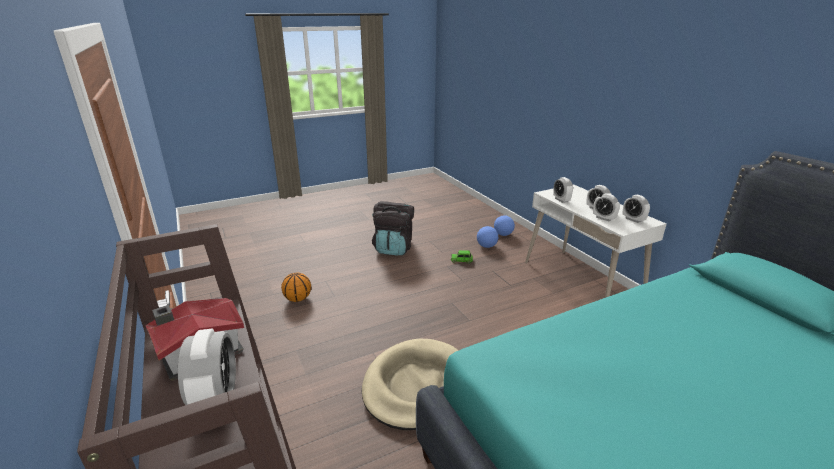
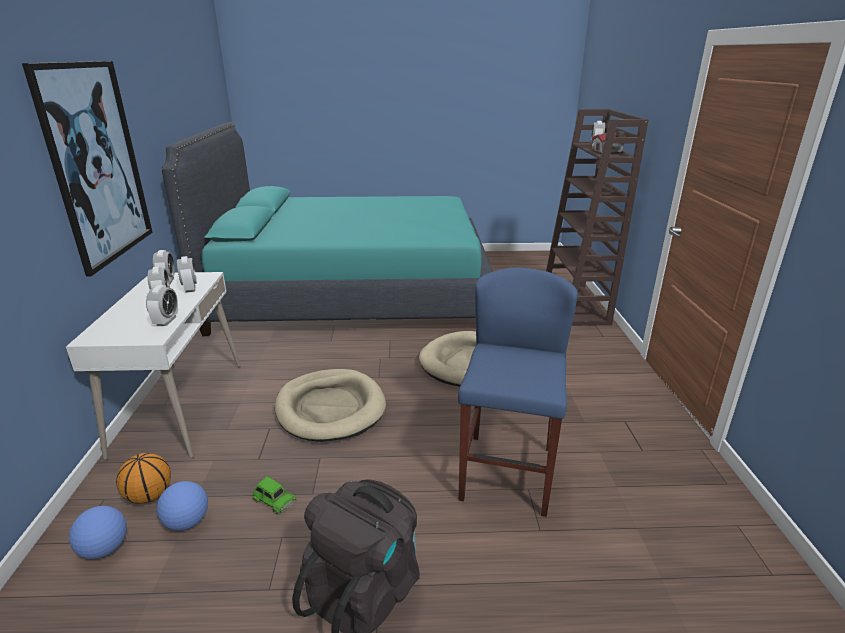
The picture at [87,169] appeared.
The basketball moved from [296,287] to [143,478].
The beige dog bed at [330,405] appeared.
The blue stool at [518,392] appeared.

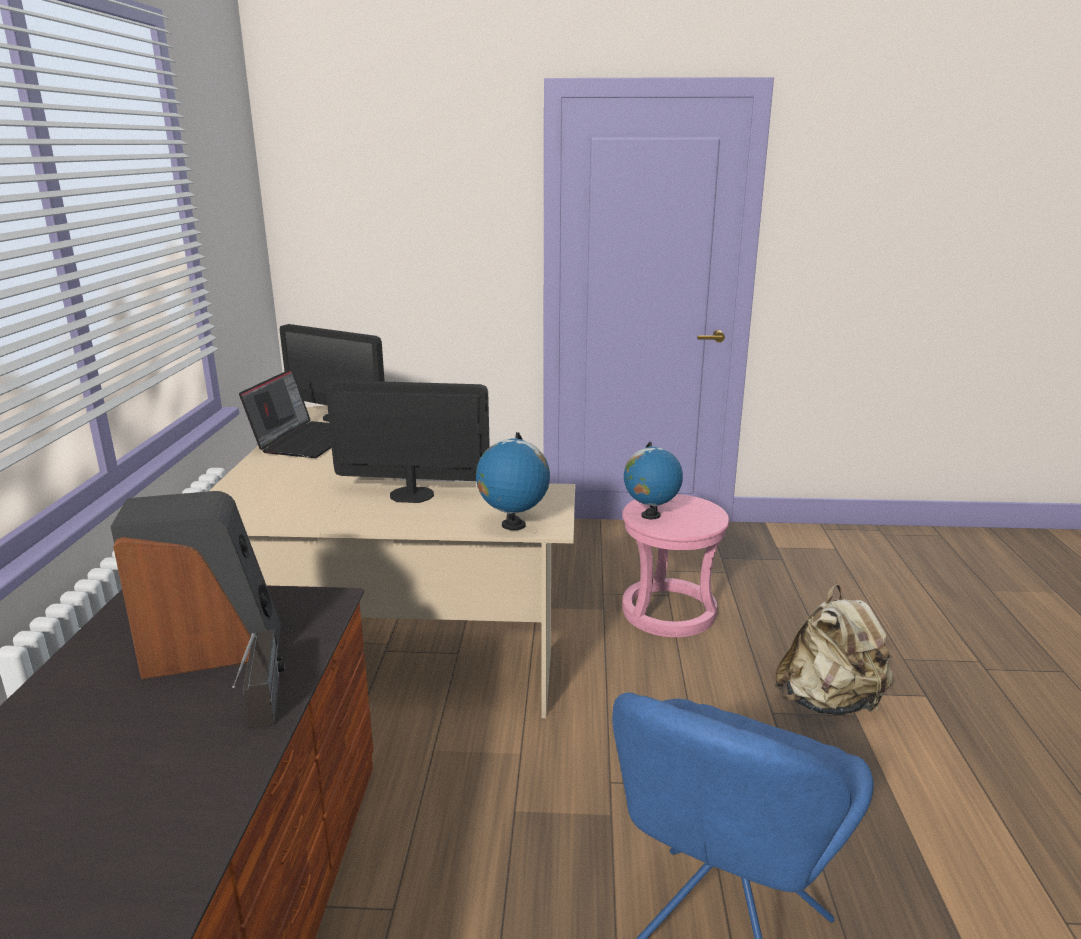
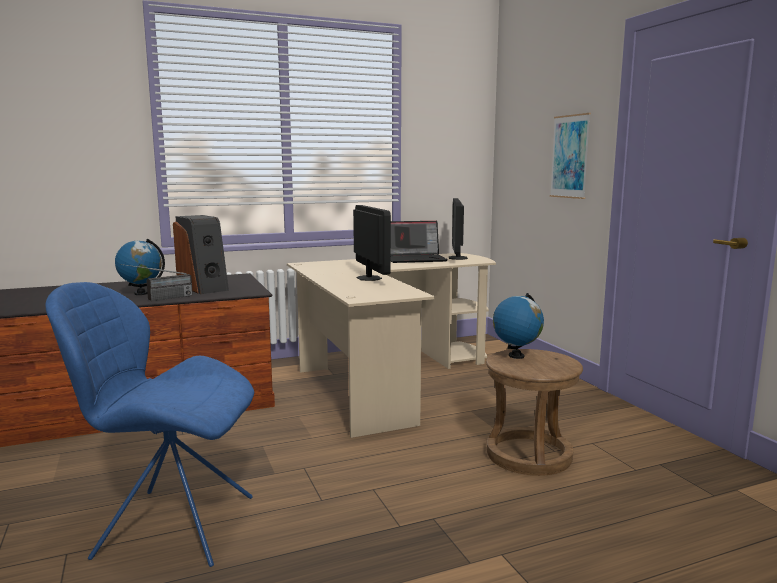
The globe moved from [513,481] to [140,267].
The pink stool at [675,565] became the brown stool at [534,412].
The picture at [570,156] appeared.
The beige backpack at [834,649] disappeared.

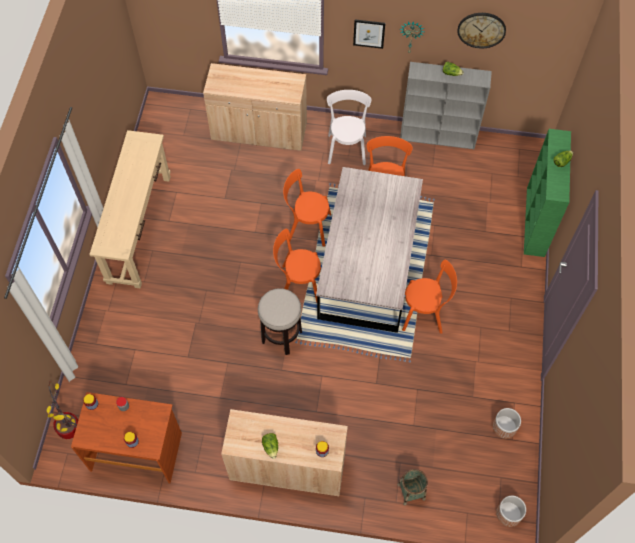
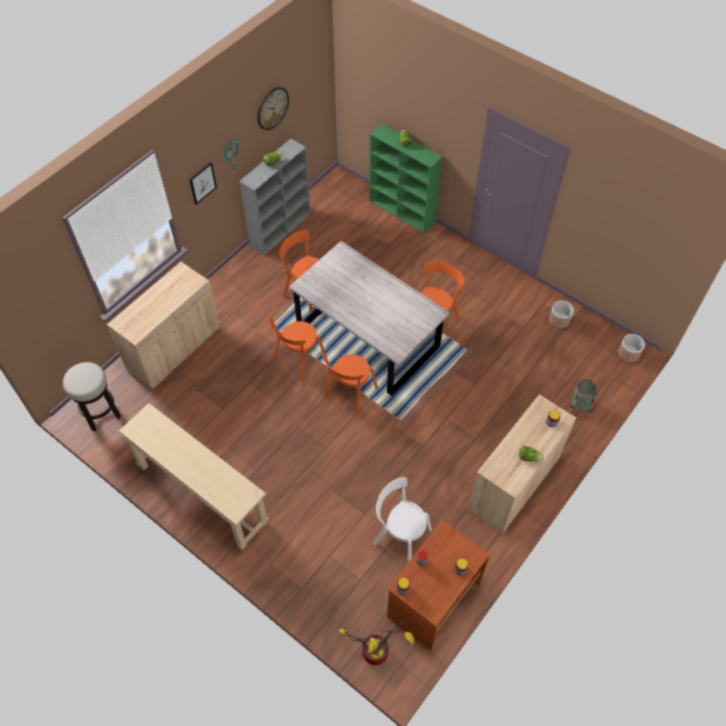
The stool moved from [280,321] to [92,396].
The white chair moved from [349,127] to [402,519].

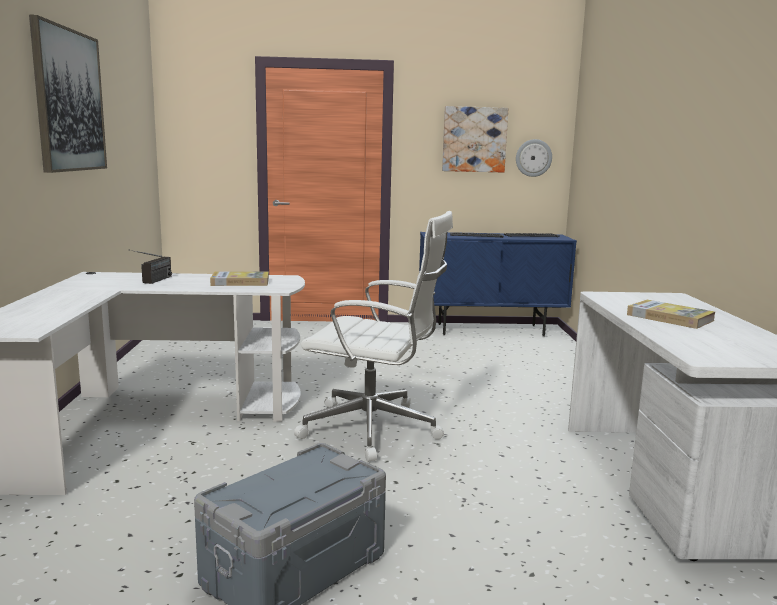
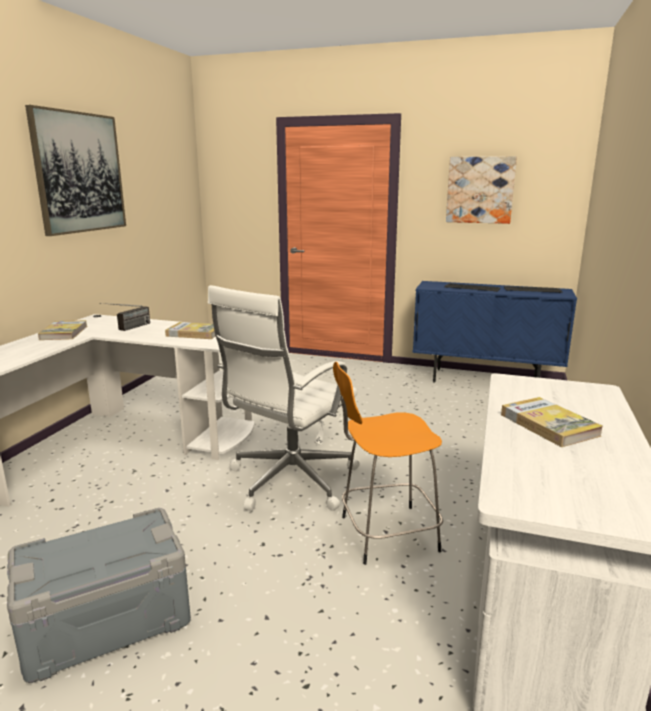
The book at [62,330] appeared.
The white office chair at [373,336] turned 90 degrees clockwise.
The orange stool at [388,463] appeared.
The wall clock at [534,158] disappeared.

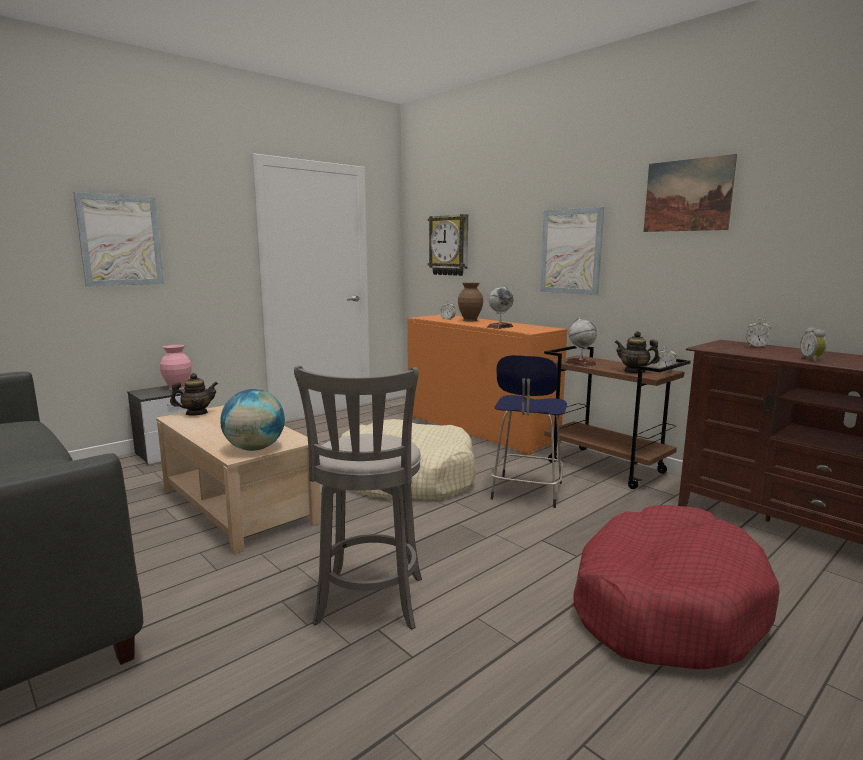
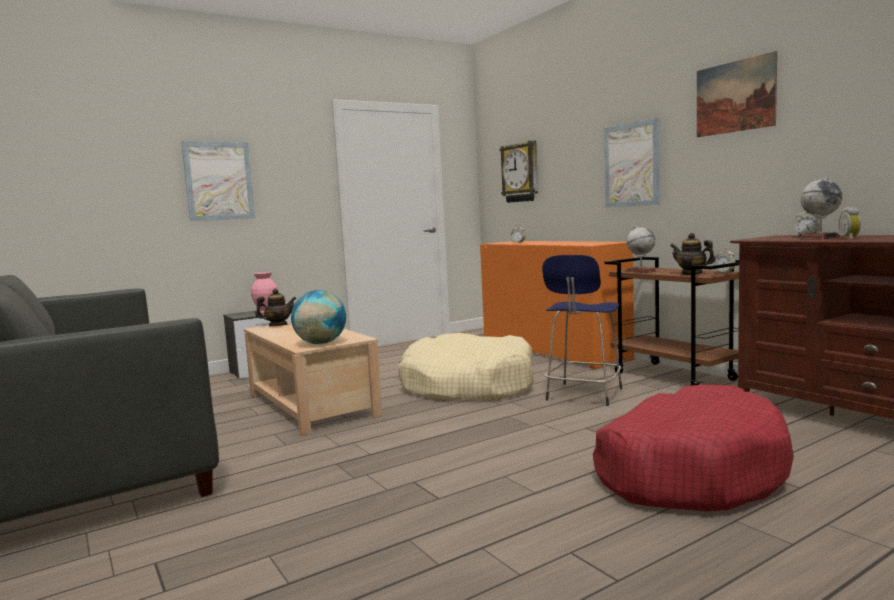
The globe moved from [500,307] to [821,208].
The grey stool at [358,497] disappeared.
The brown vase at [470,301] disappeared.

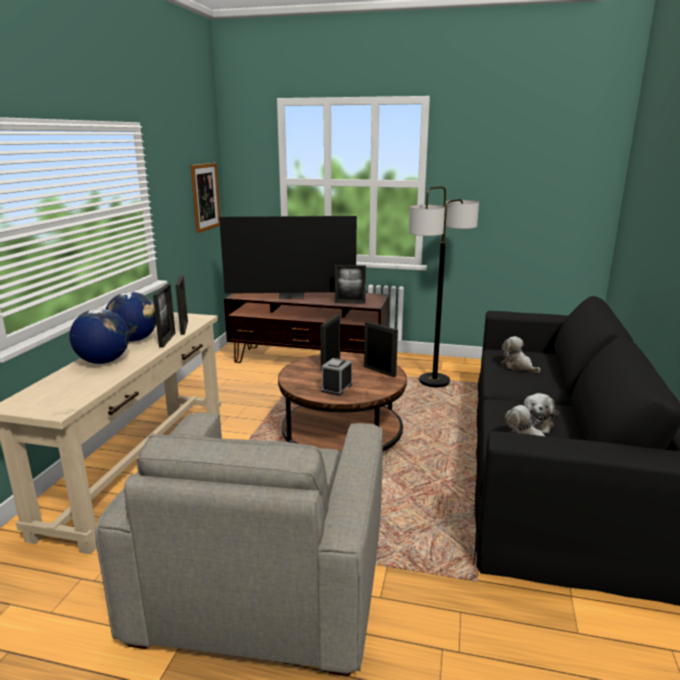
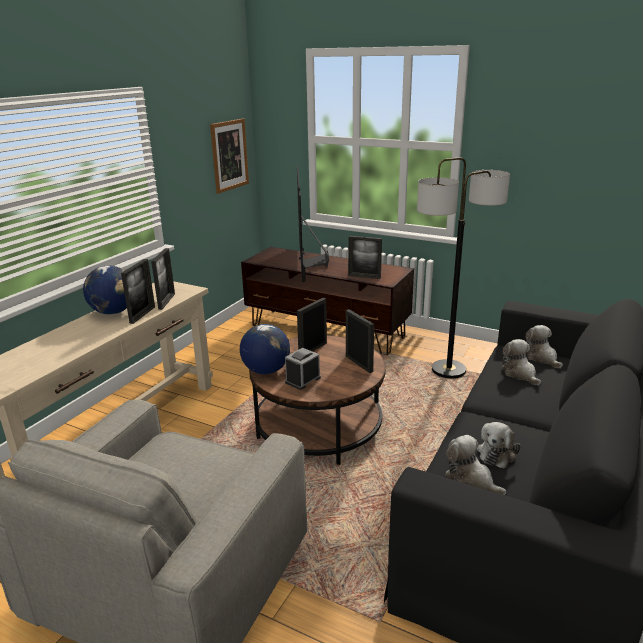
The globe moved from [99,336] to [265,349].
The television at [288,257] turned 75 degrees clockwise.
The plush toy at [544,347] appeared.

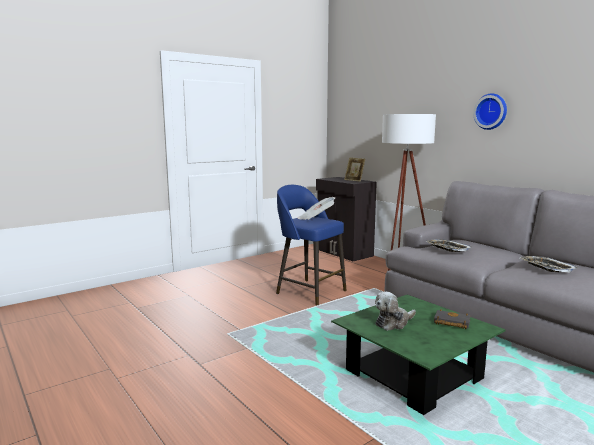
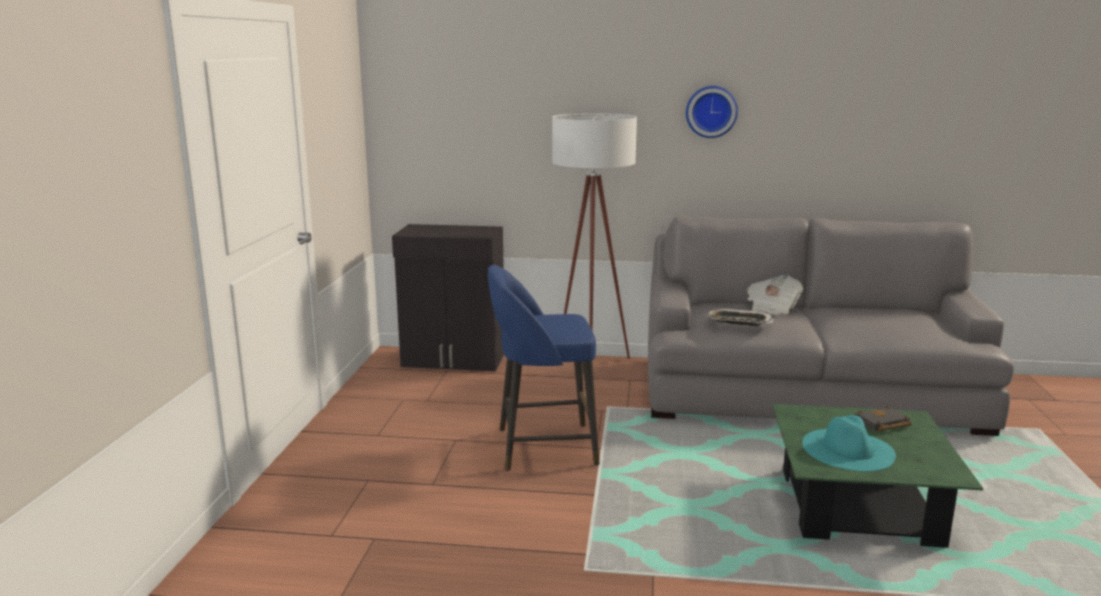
The newspaper moved from [316,208] to [775,295].
The plush toy at [395,311] was replaced by the turquoise hat at [849,443].
The picture frame at [354,169] disappeared.
The tray at [549,264] disappeared.

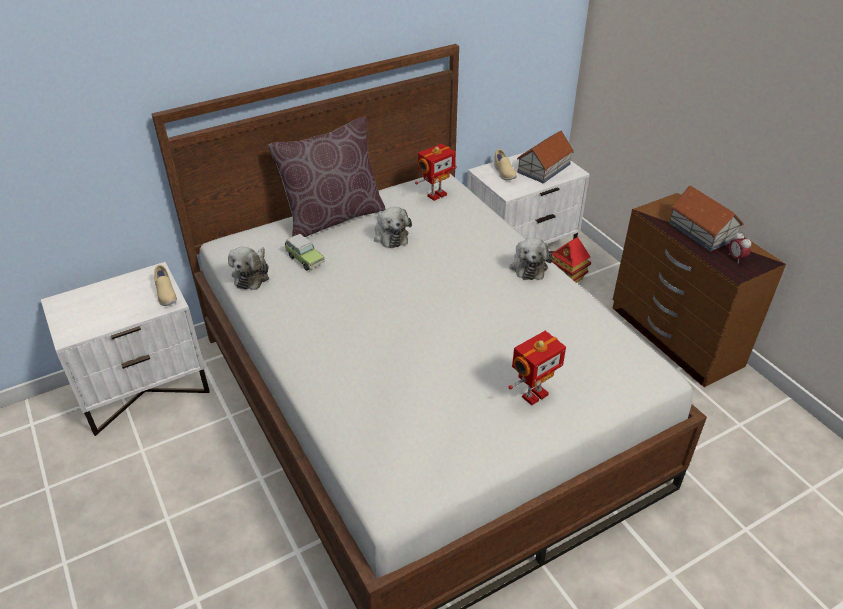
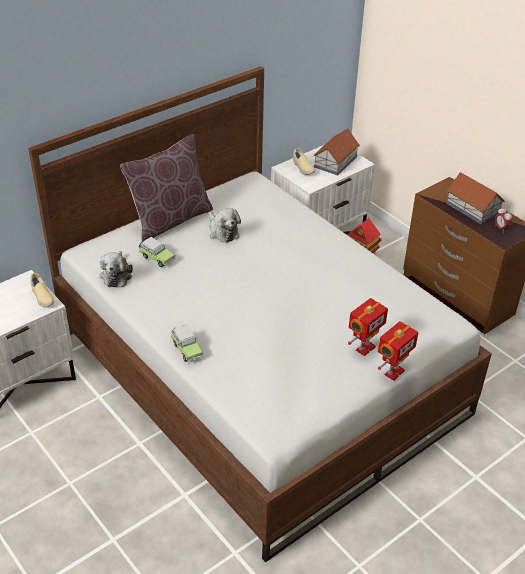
The toy car at [187,343] appeared.
The toy robot moved from [436,172] to [398,351].
The plush toy at [531,259] disappeared.

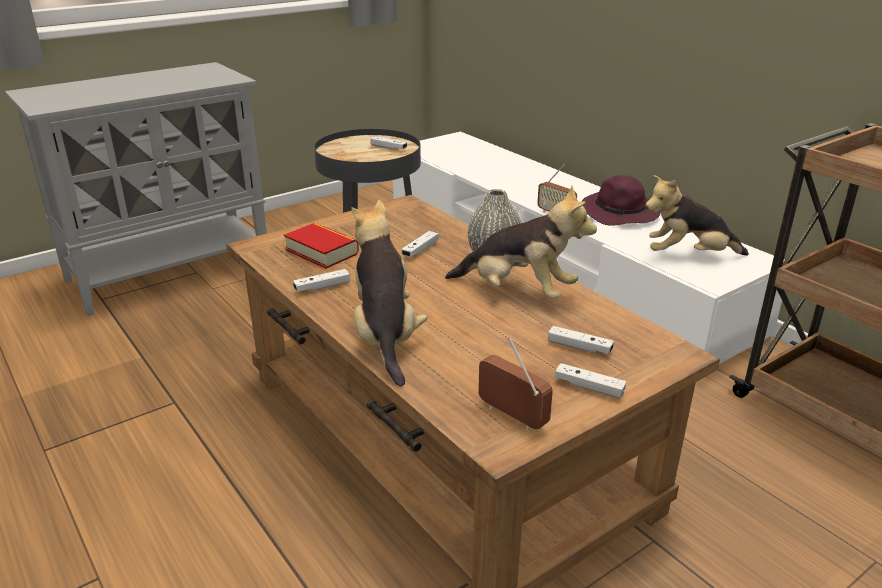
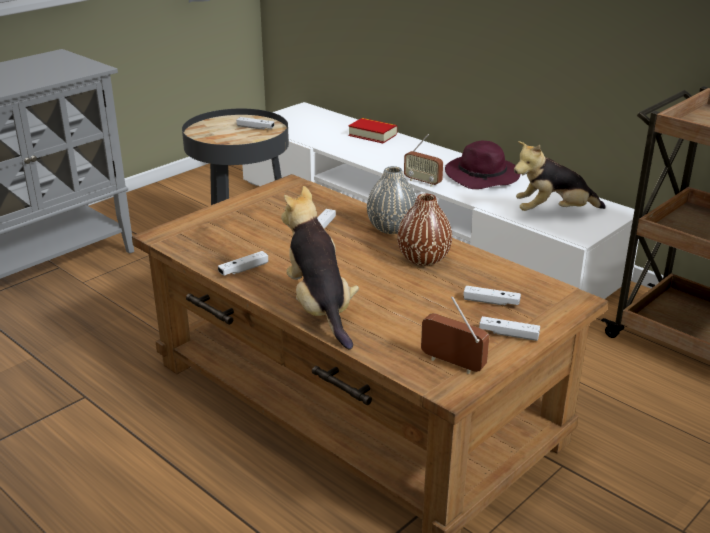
The book moved from [321,246] to [372,130].
The plush toy at [521,242] was replaced by the brown vase at [424,230].

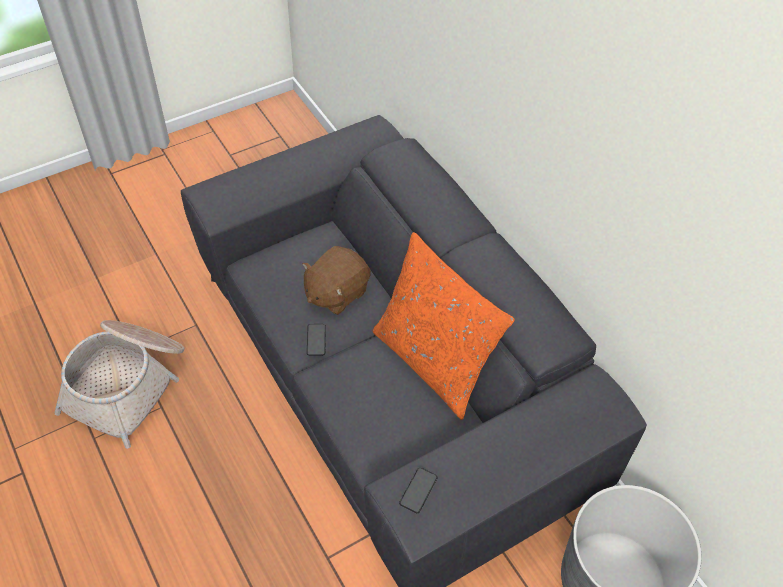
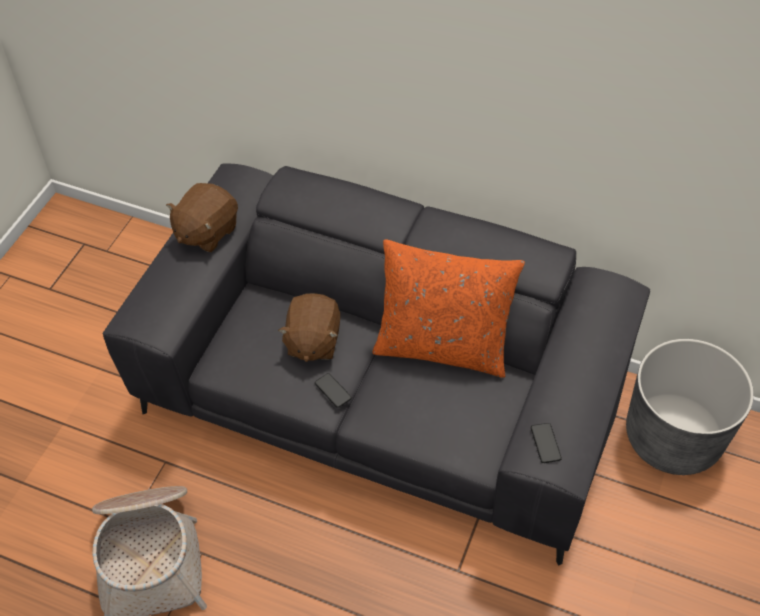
The brown plush toy at [202,217] appeared.

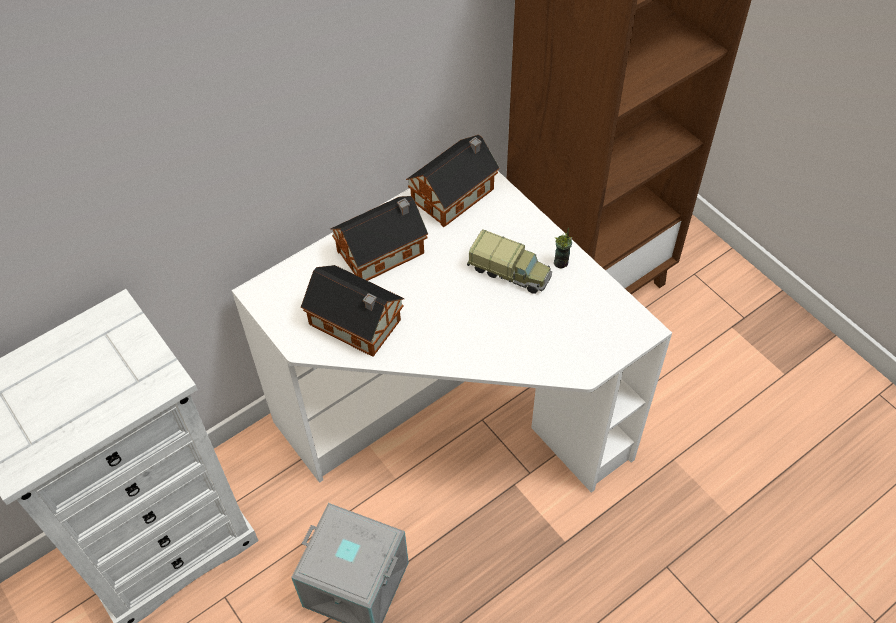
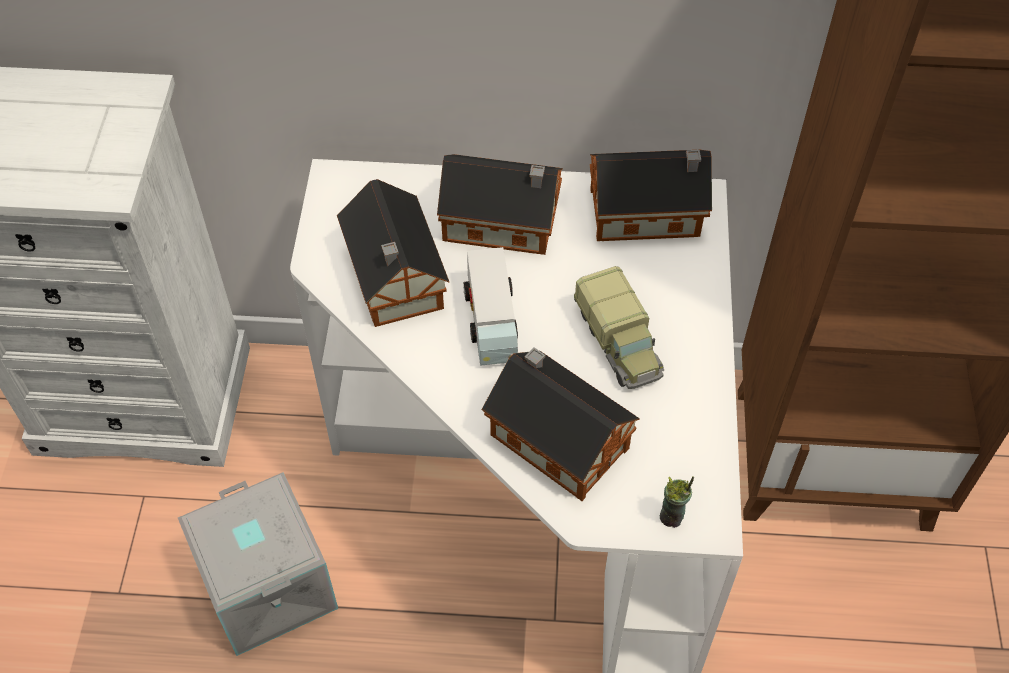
The toy truck at [491,306] appeared.
The toy house at [561,424] appeared.
The cup moved from [563,248] to [677,502].

